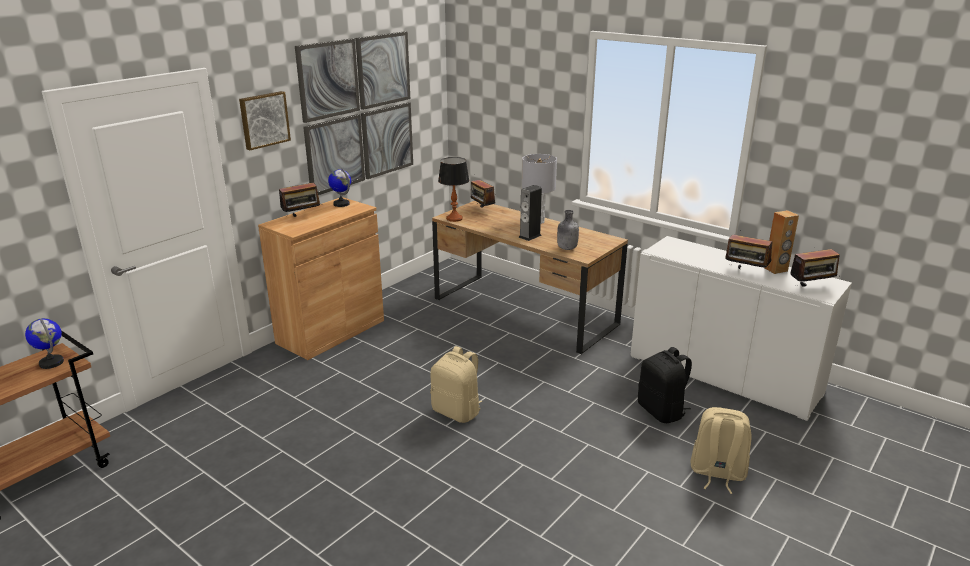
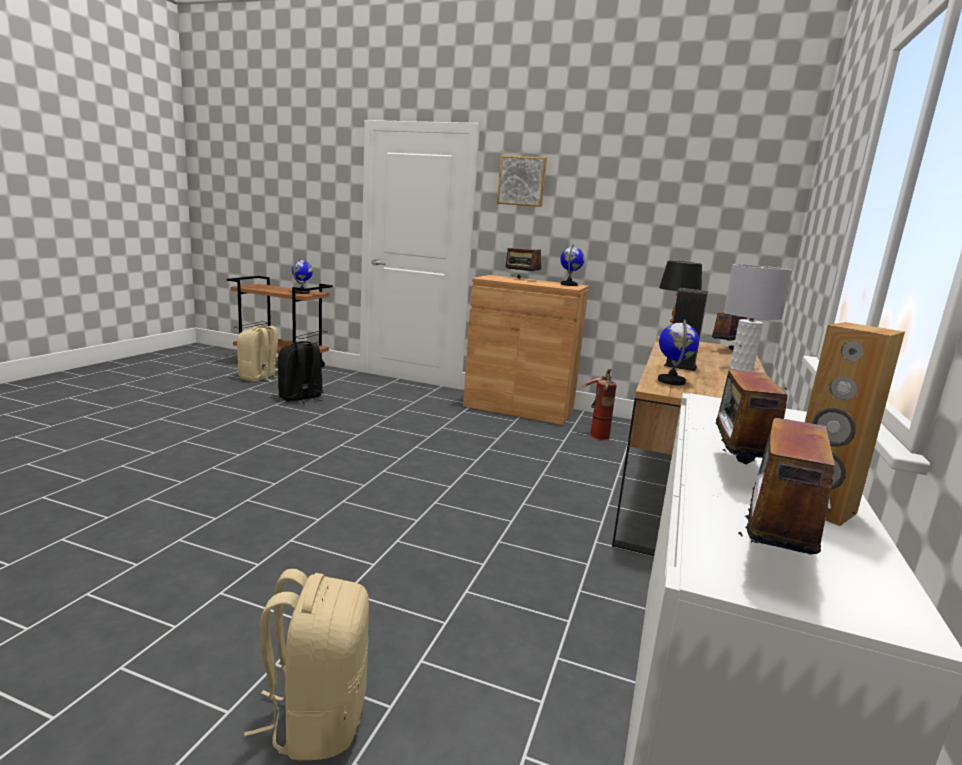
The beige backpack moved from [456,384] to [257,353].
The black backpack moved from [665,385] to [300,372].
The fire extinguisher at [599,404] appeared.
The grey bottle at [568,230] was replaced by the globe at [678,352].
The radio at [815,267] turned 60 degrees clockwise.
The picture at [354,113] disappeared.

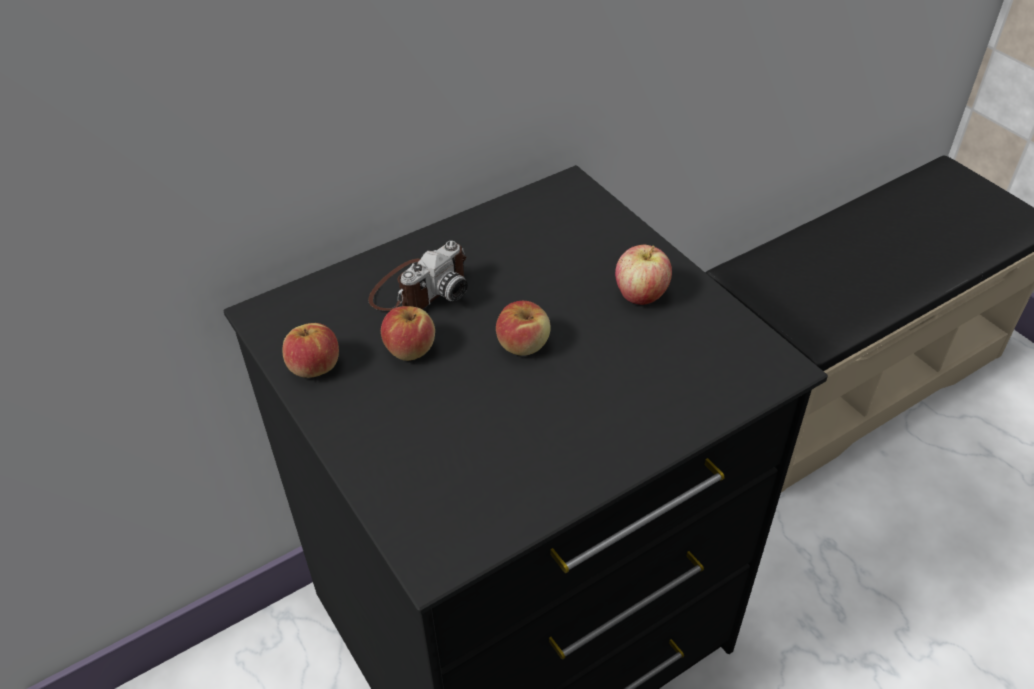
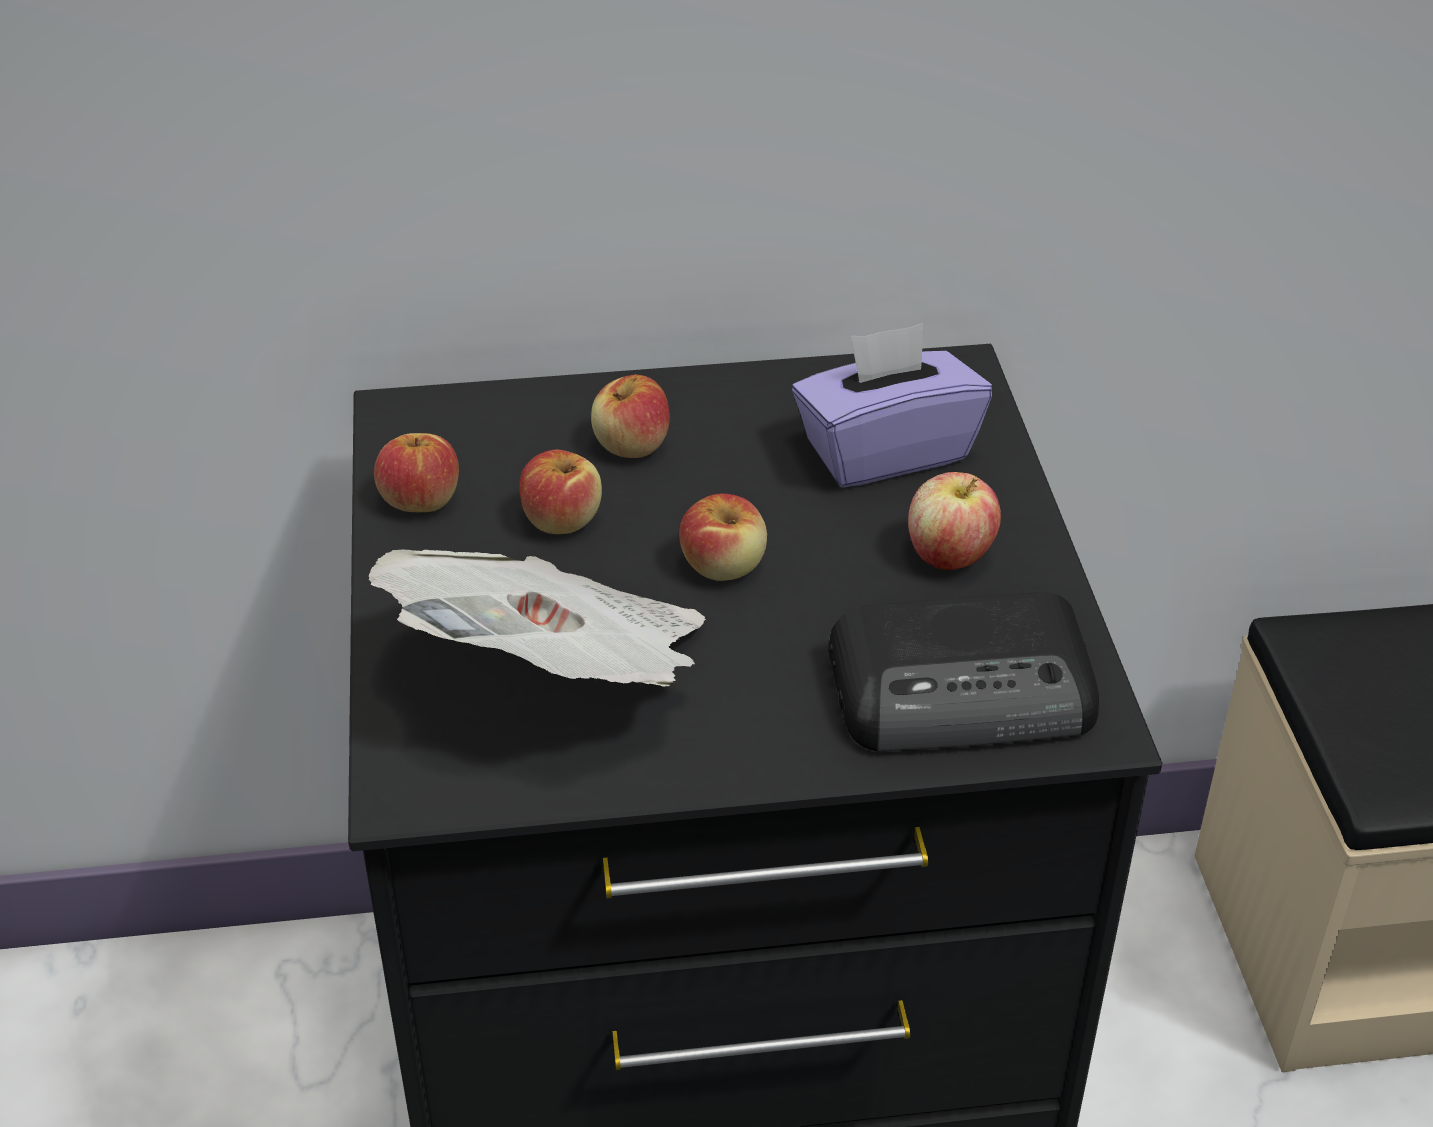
The newspaper at [537,618] appeared.
The photo camera at [418,276] was replaced by the apple at [630,416].
The purple tissue box at [892,405] appeared.
The radio at [963,671] appeared.

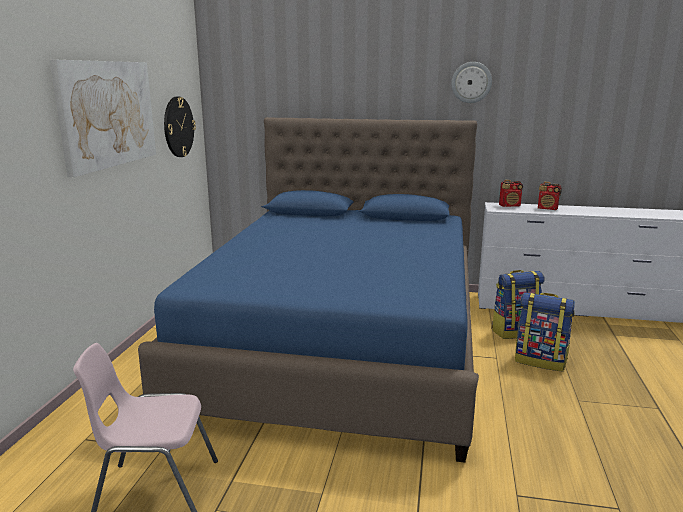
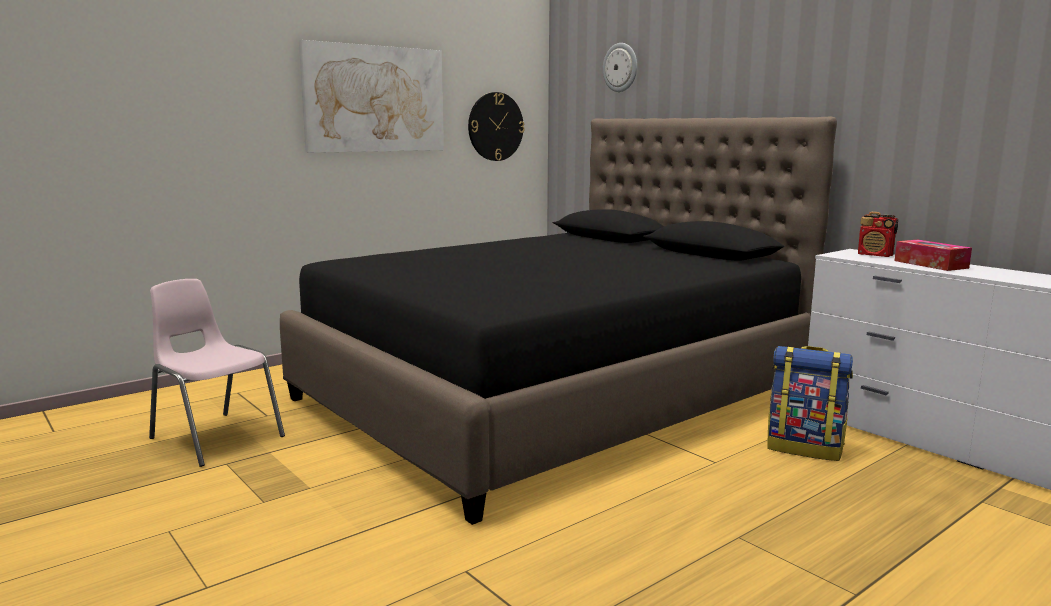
The blue bed at [308,290] became the black bed at [558,321].
The wall clock moved from [471,82] to [620,67].
The radio at [550,196] was replaced by the tissue box at [933,255].
The backpack at [545,332] disappeared.

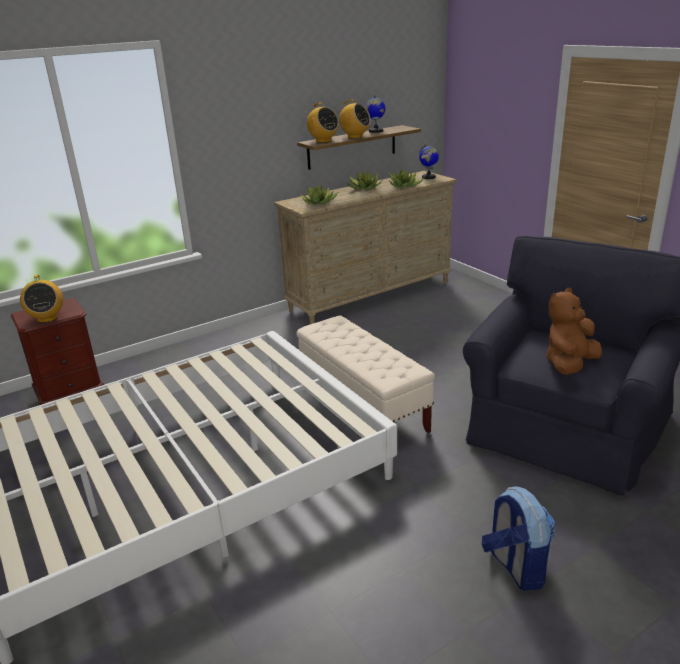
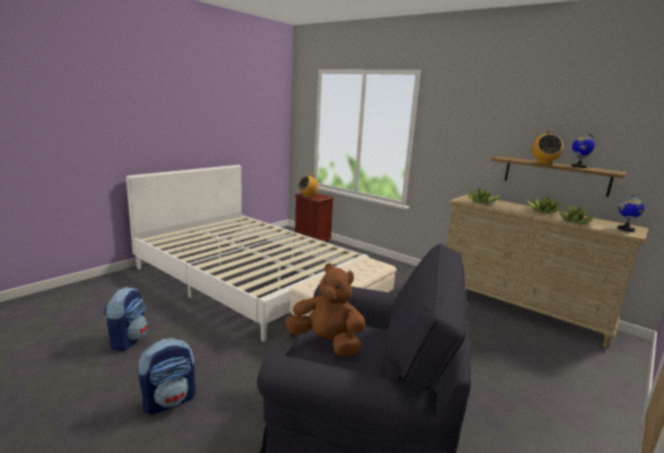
The backpack at [126,319] appeared.
The radio at [322,123] disappeared.

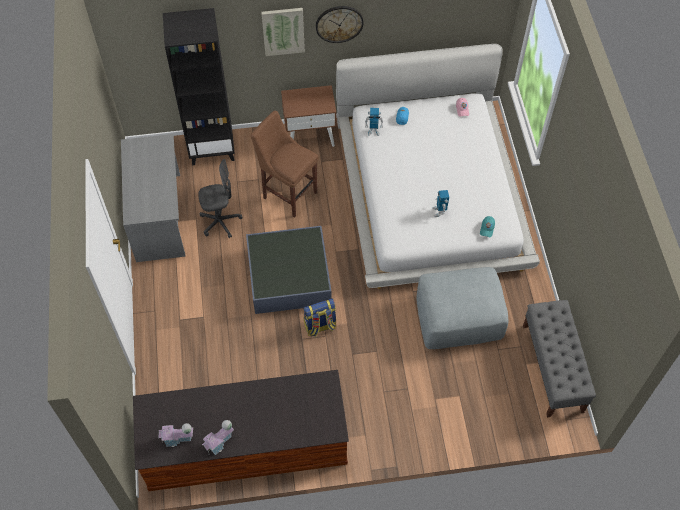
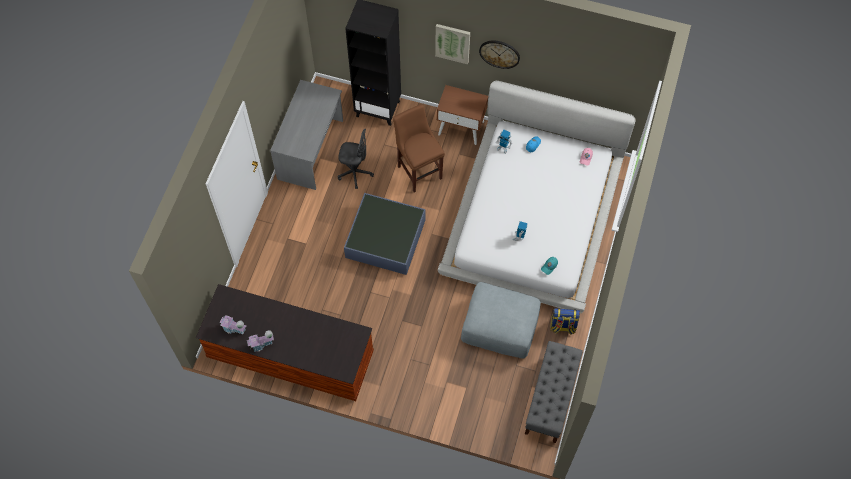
The backpack moved from [320,317] to [565,321].

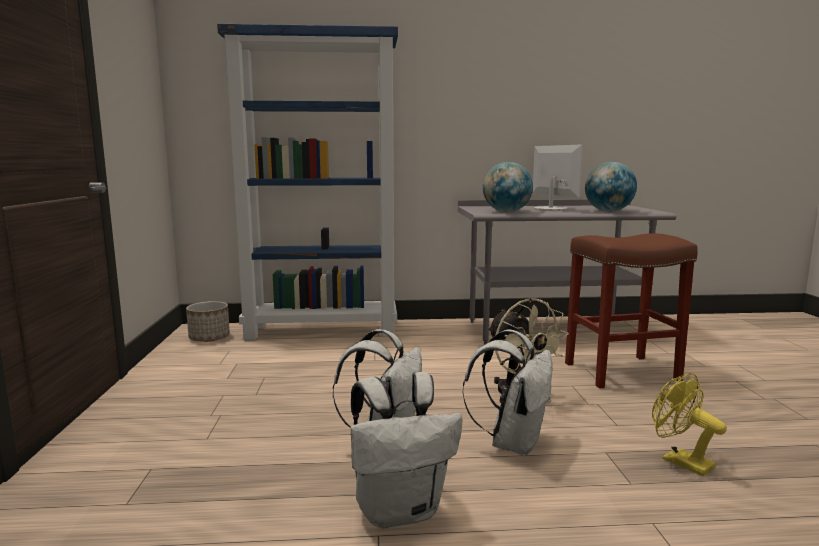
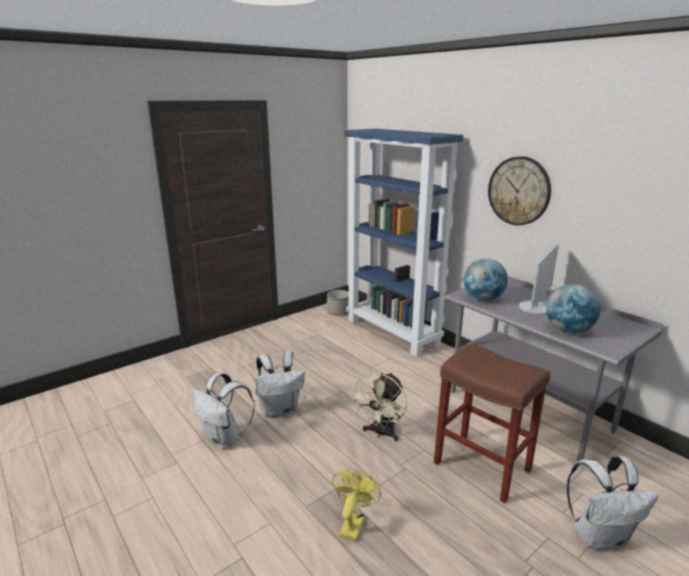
The wall clock at [519,190] appeared.
The white backpack moved from [507,393] to [612,503].

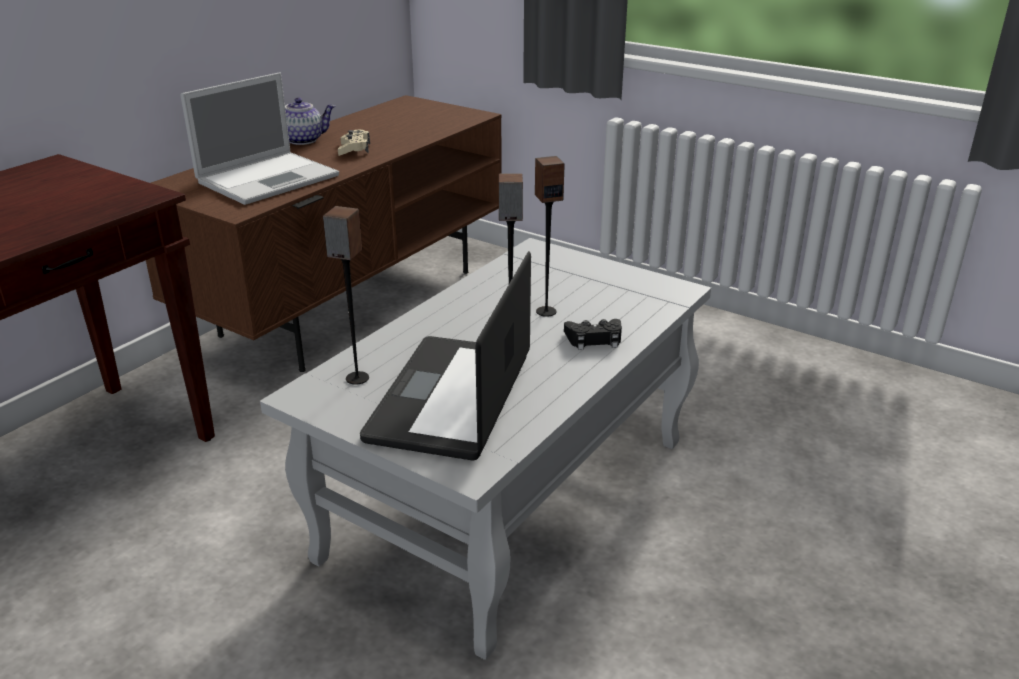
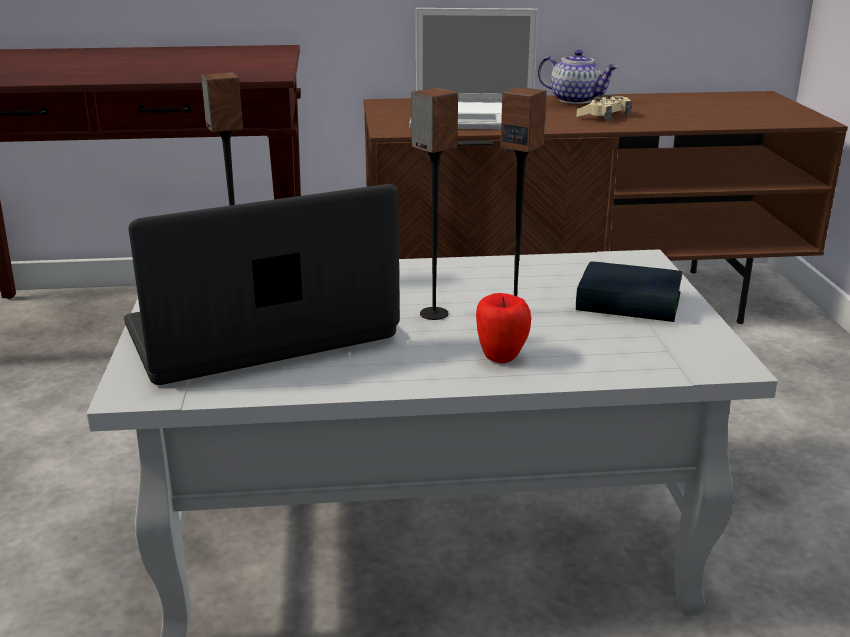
The black game controller at [593,334] was replaced by the apple at [503,328].
The book at [629,291] appeared.

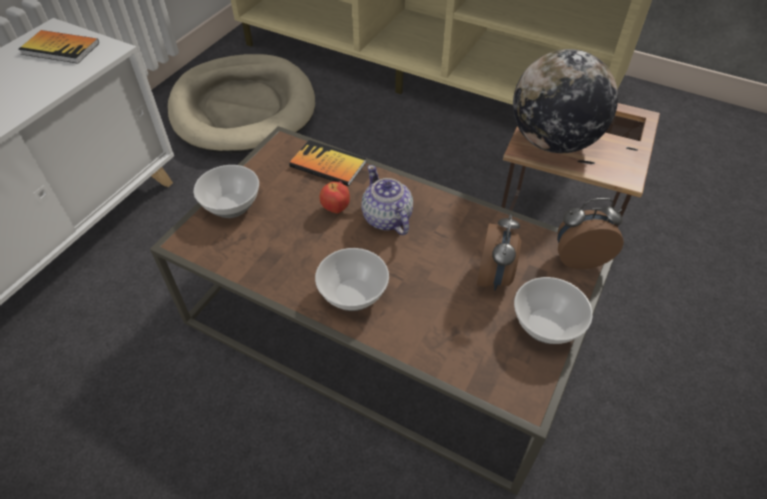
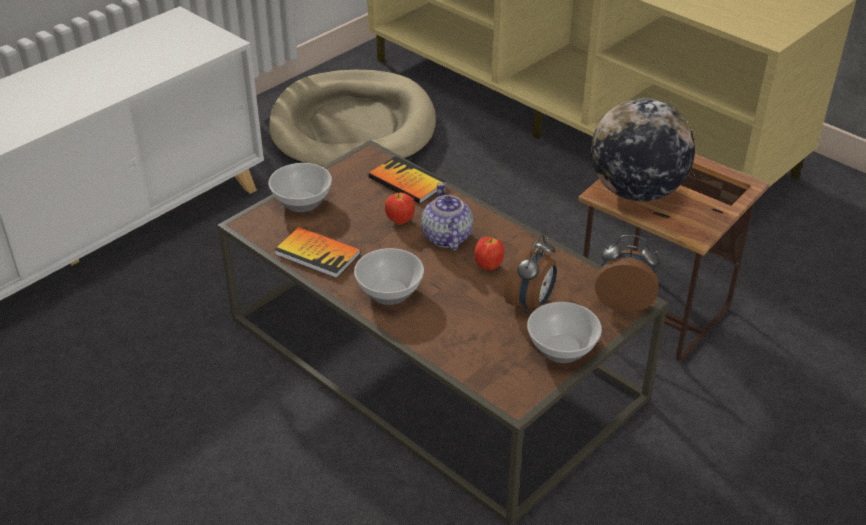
The book moved from [58,46] to [317,252].
The apple at [489,254] appeared.

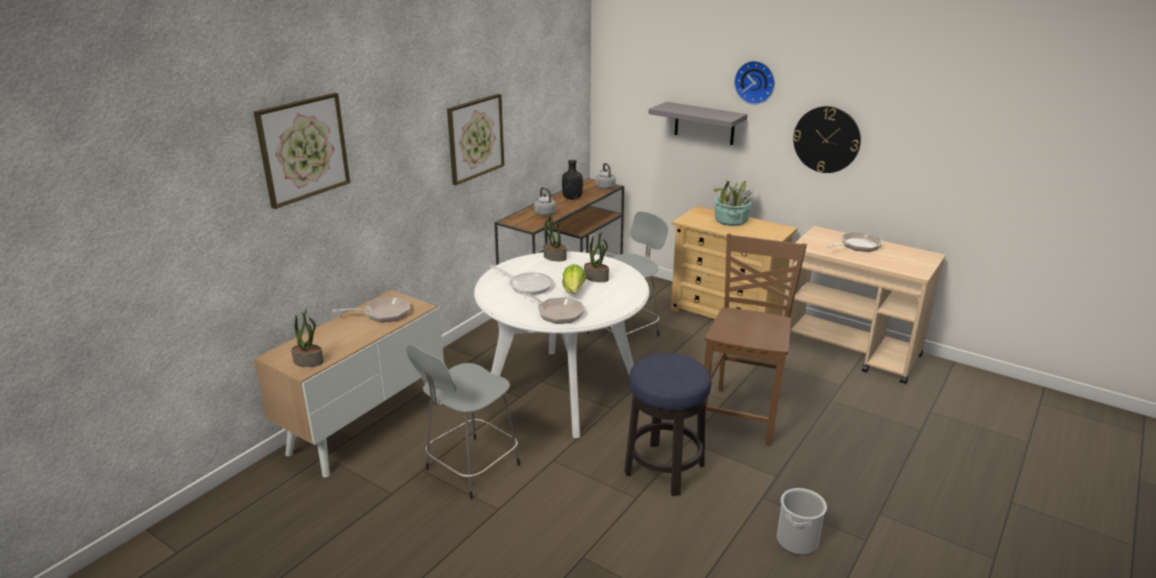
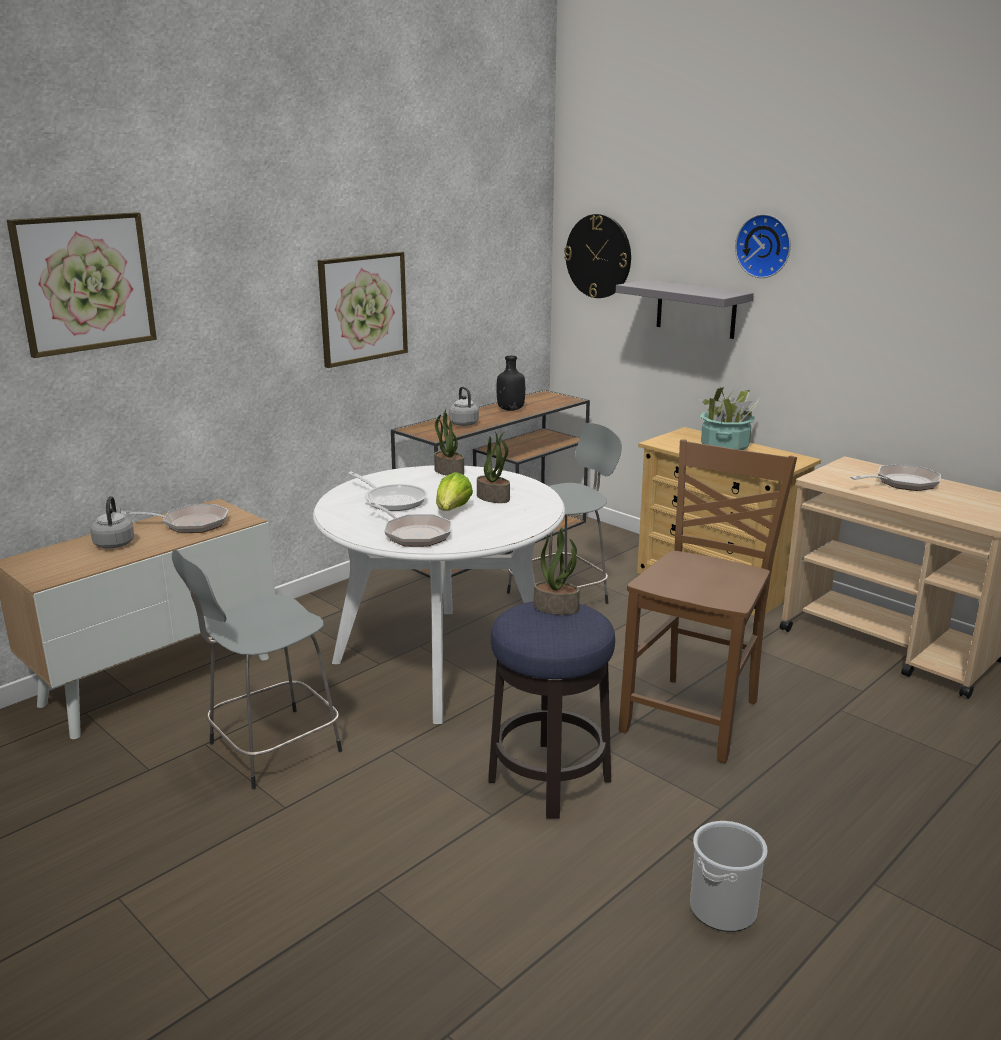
The grey kettle moved from [606,176] to [112,522].
The potted plant moved from [307,338] to [557,571].
The wall clock moved from [827,139] to [597,256].

